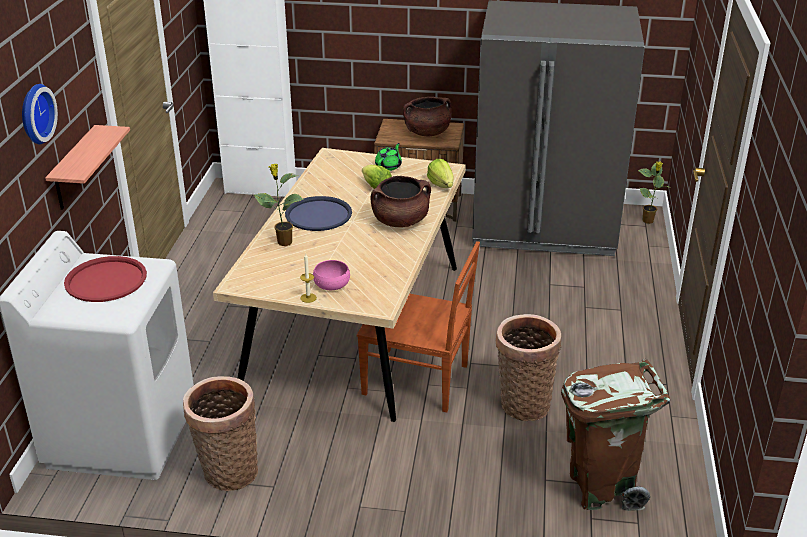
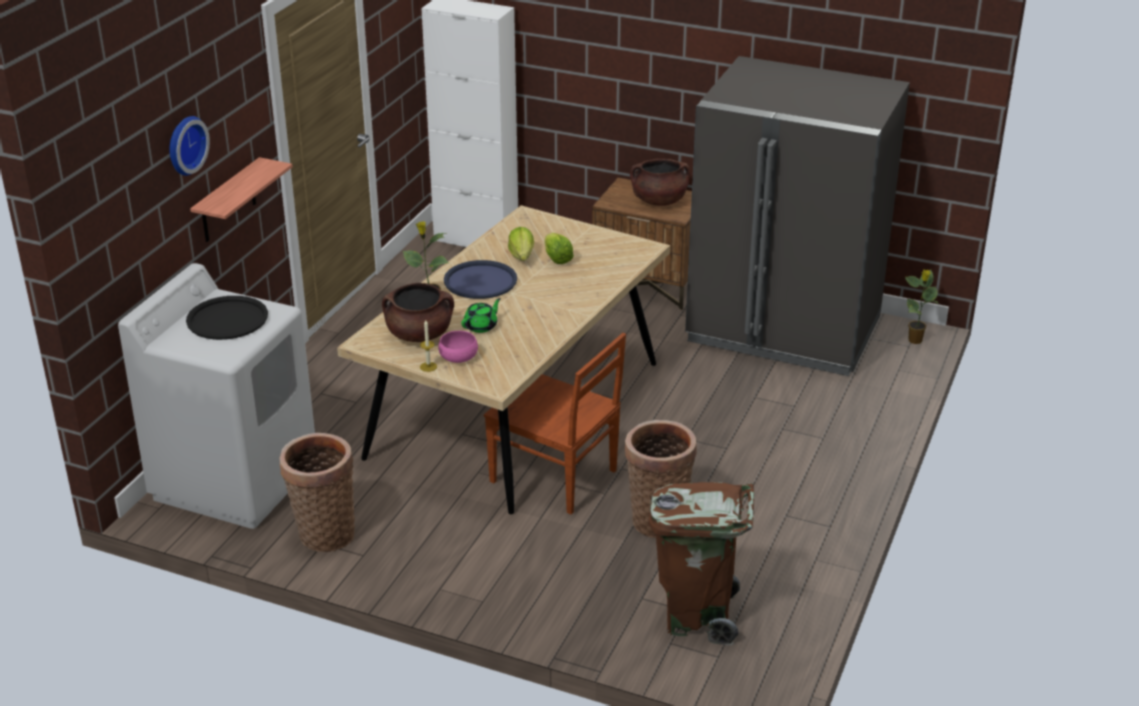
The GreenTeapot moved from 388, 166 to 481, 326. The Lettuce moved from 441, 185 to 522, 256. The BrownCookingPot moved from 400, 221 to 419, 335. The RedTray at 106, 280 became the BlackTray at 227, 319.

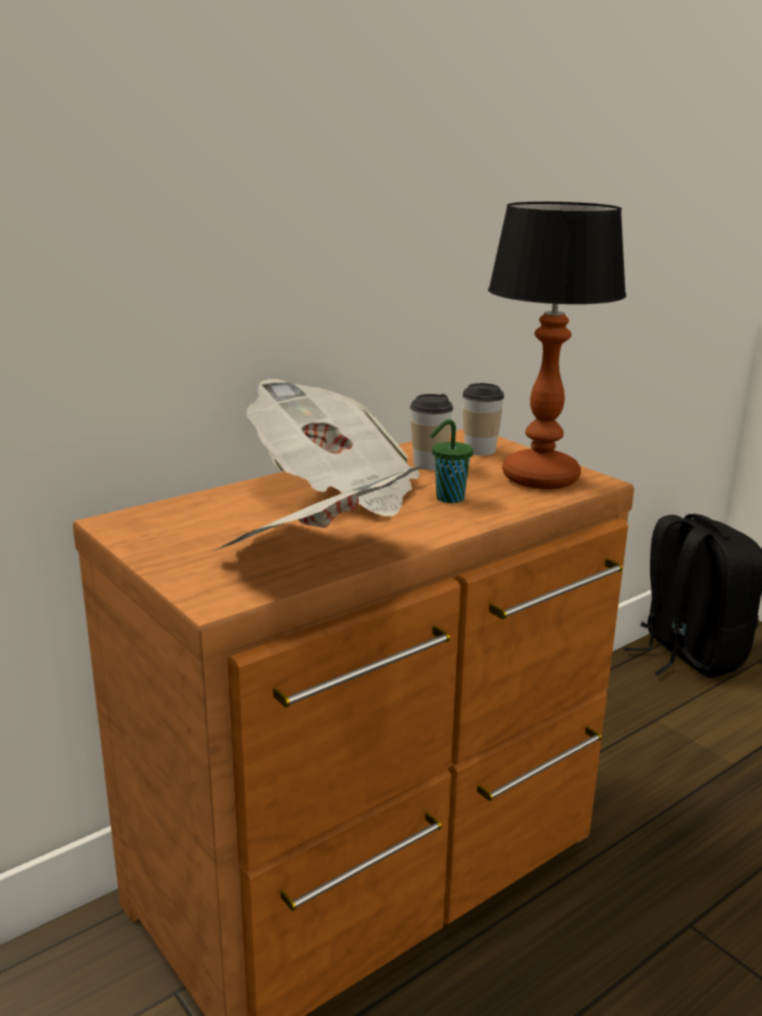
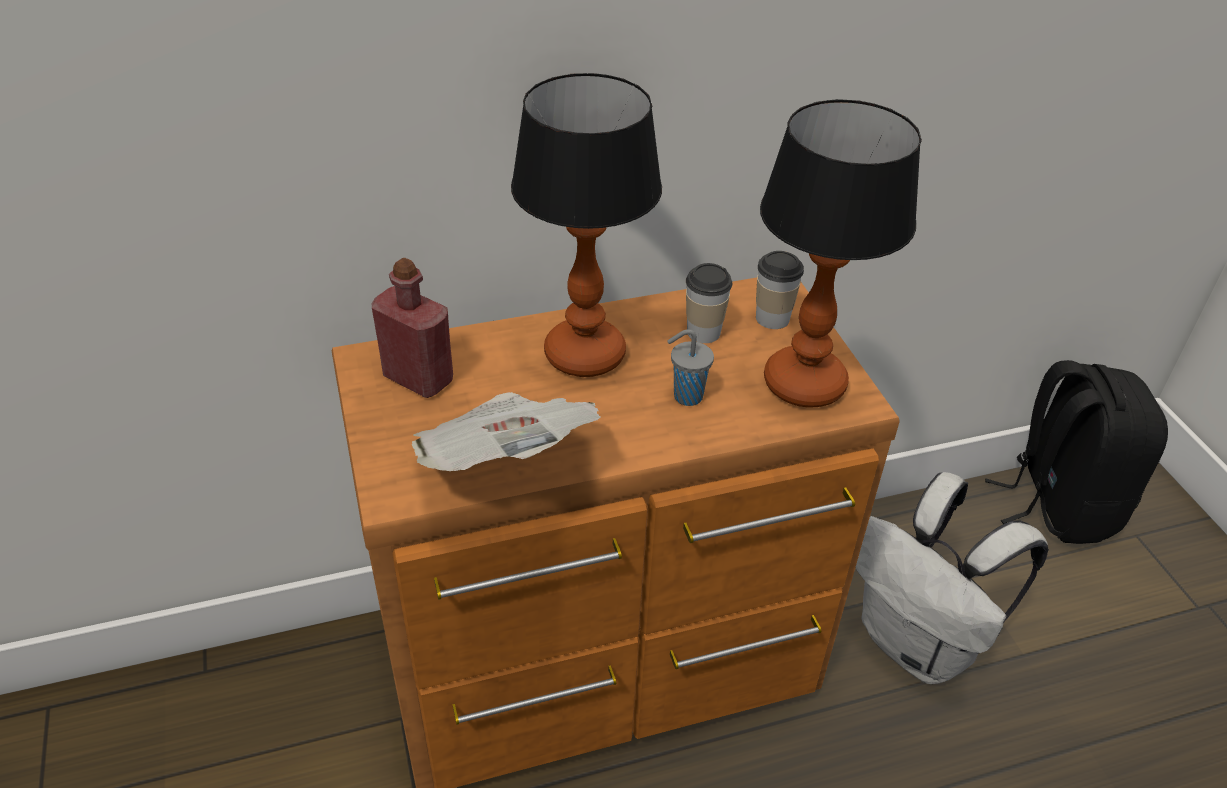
The Newspaper at 336, 489 was replaced by the TableLamp at 586, 355. The GreenCup at 448, 498 became the GreyCup at 686, 396. The RedBottle at 418, 378 appeared. The WhiteBackpack at 919, 644 appeared.

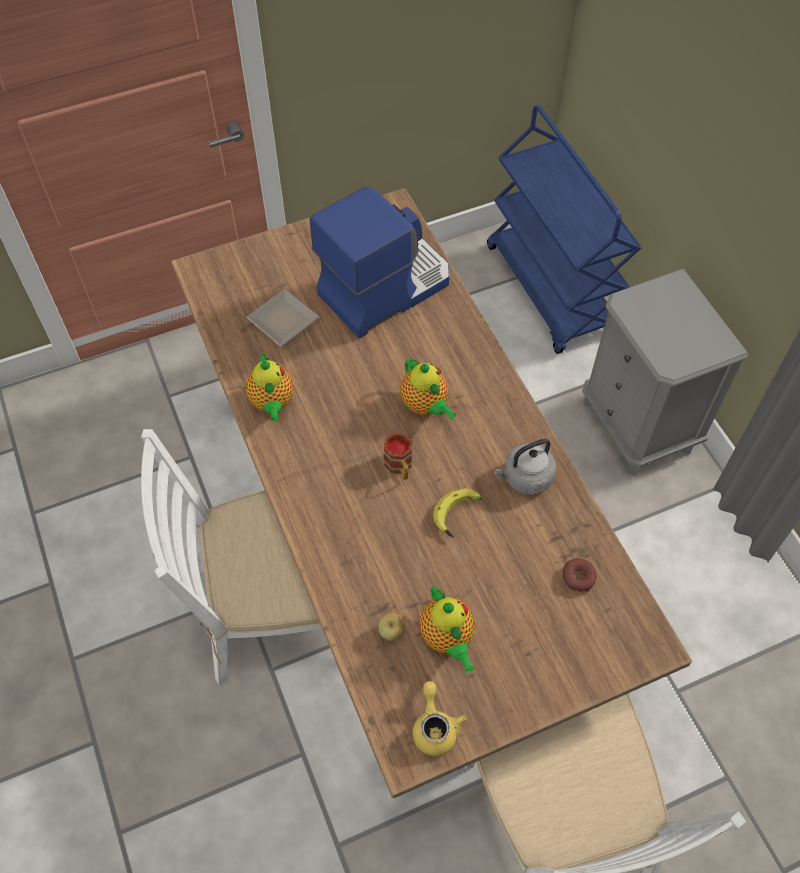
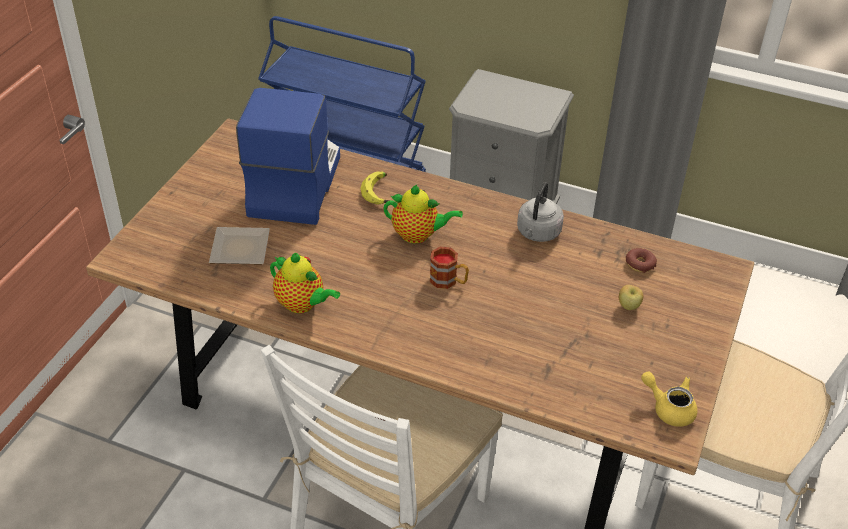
The Banana moved from 459, 515 to 380, 192. The Teapot at 447, 638 disappeared. The Apple moved from 392, 632 to 628, 306.

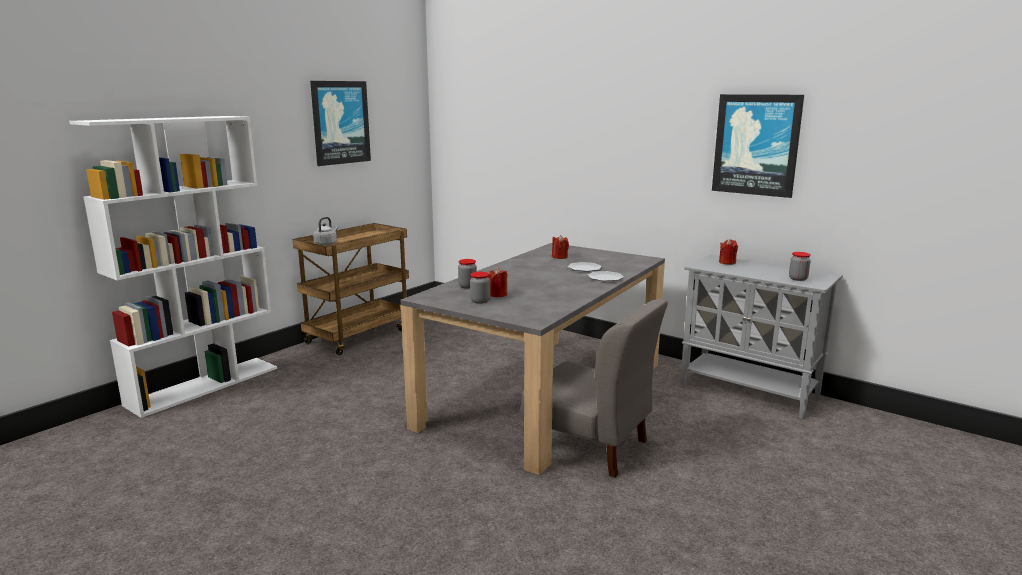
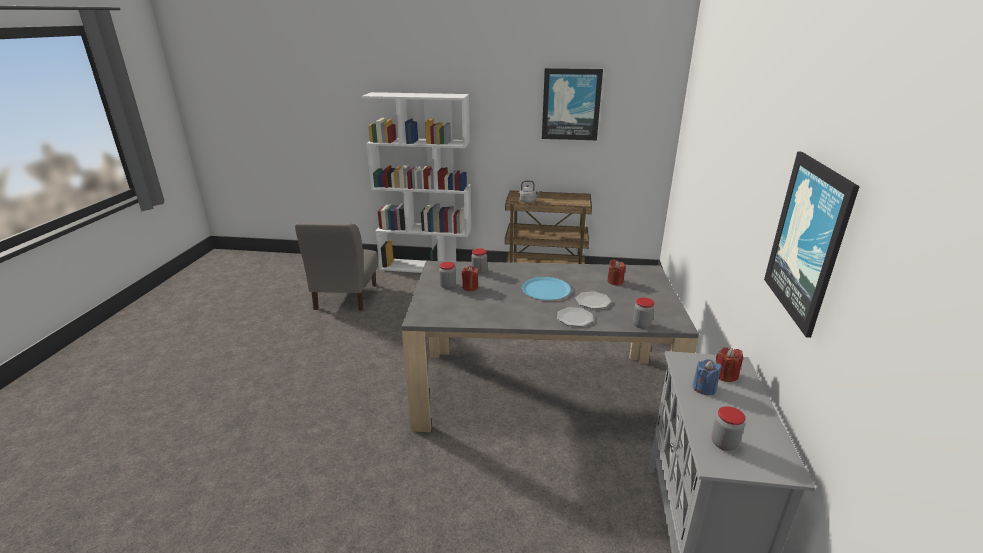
The GreyChair moved from 590, 445 to 345, 297. The BluePlate at 546, 290 appeared. The Jar at 641, 325 appeared. The BlueCandle at 704, 388 appeared.

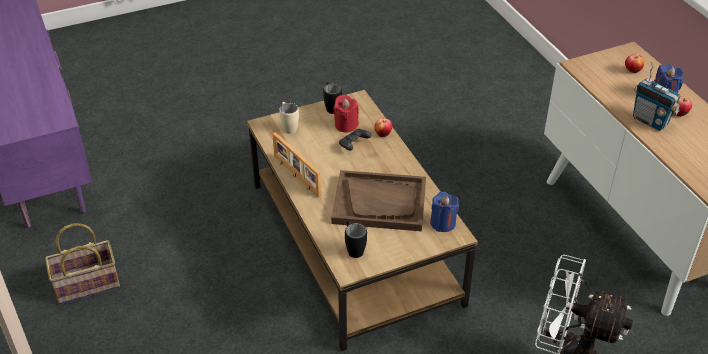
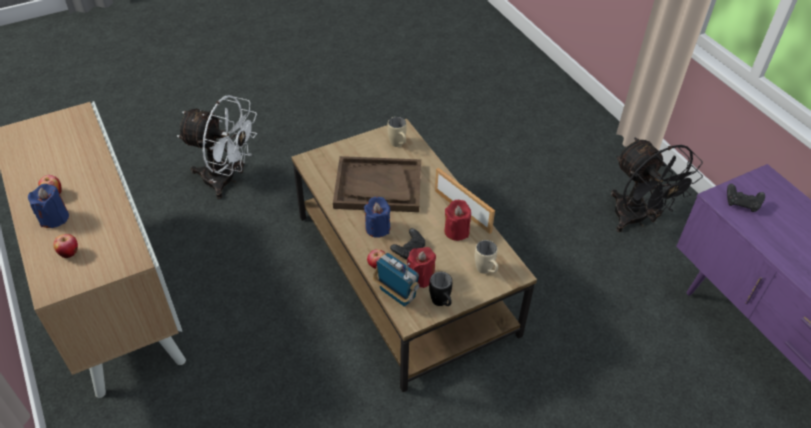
The Radio moved from 650, 121 to 396, 294. The BlueCandle moved from 443, 223 to 377, 228. The BlackMug at 353, 248 became the BeigeMug at 398, 145. The Basket at 85, 286 was replaced by the BlackFan at 636, 220. The BlackGameController at 742, 204 appeared. The RedCandle at 456, 231 appeared.

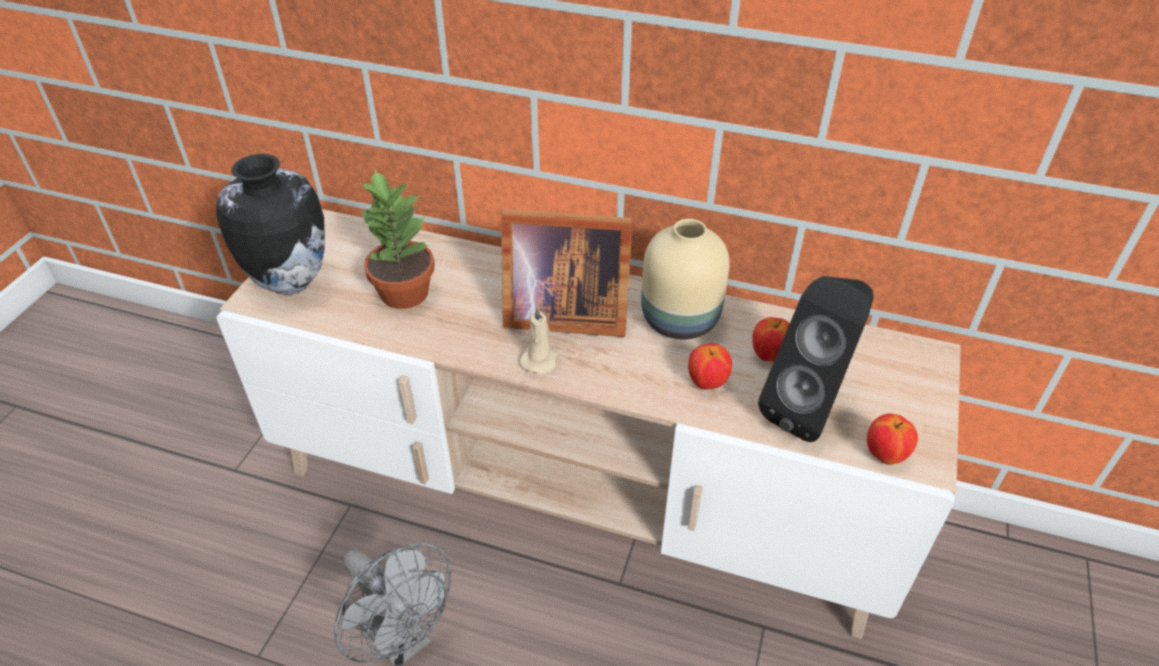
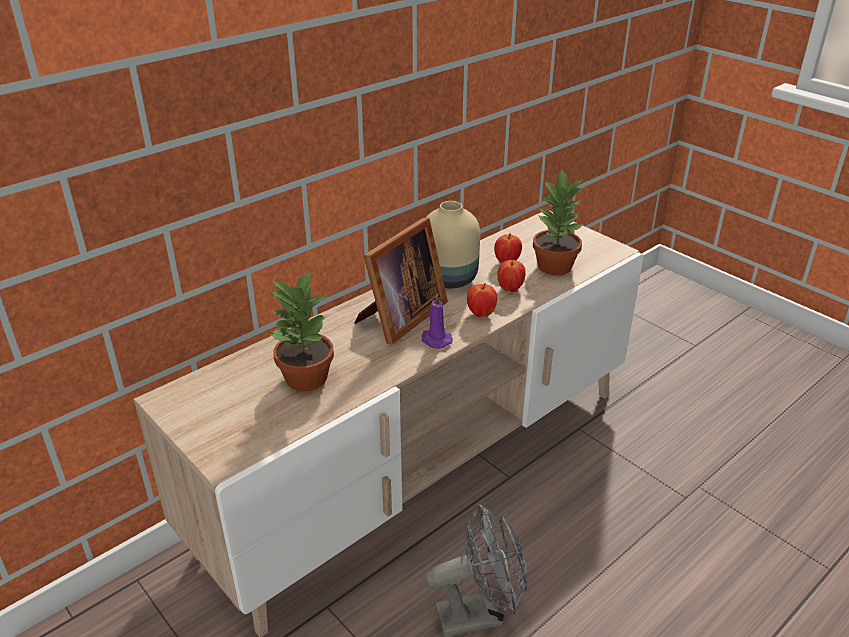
The Vase at 289, 282 disappeared. The BlackSpeaker at 808, 408 was replaced by the PottedPlant at 555, 266. The BeigeCandle at 540, 359 became the PurpleCandle at 435, 340. The Apple moved from 884, 455 to 481, 314.

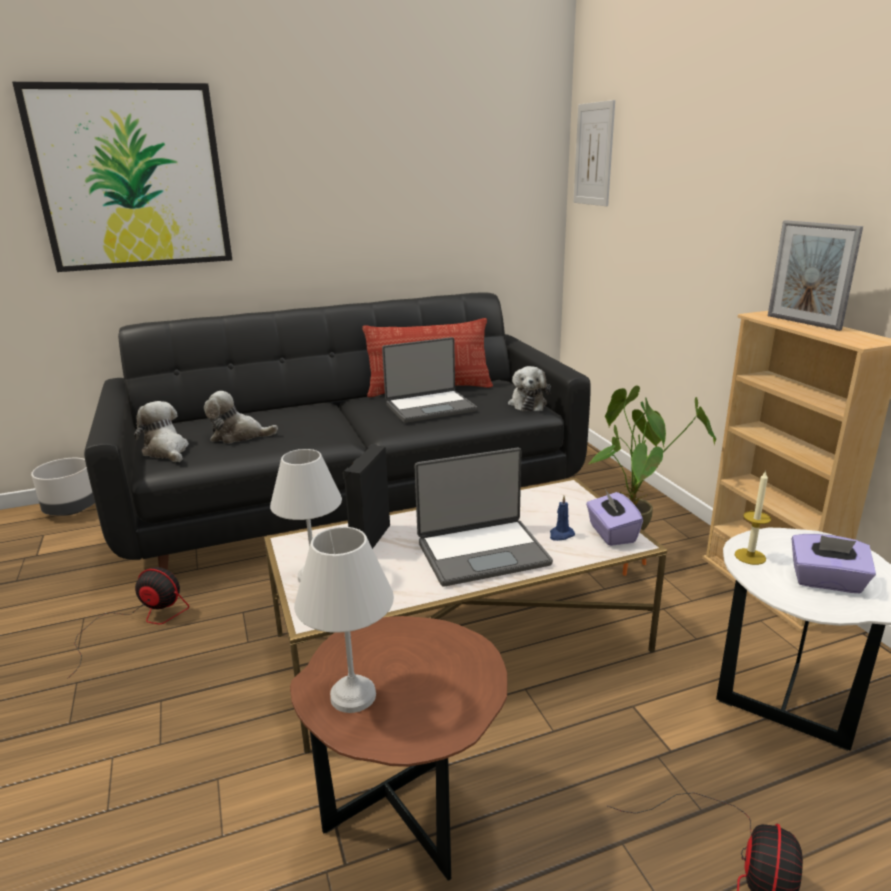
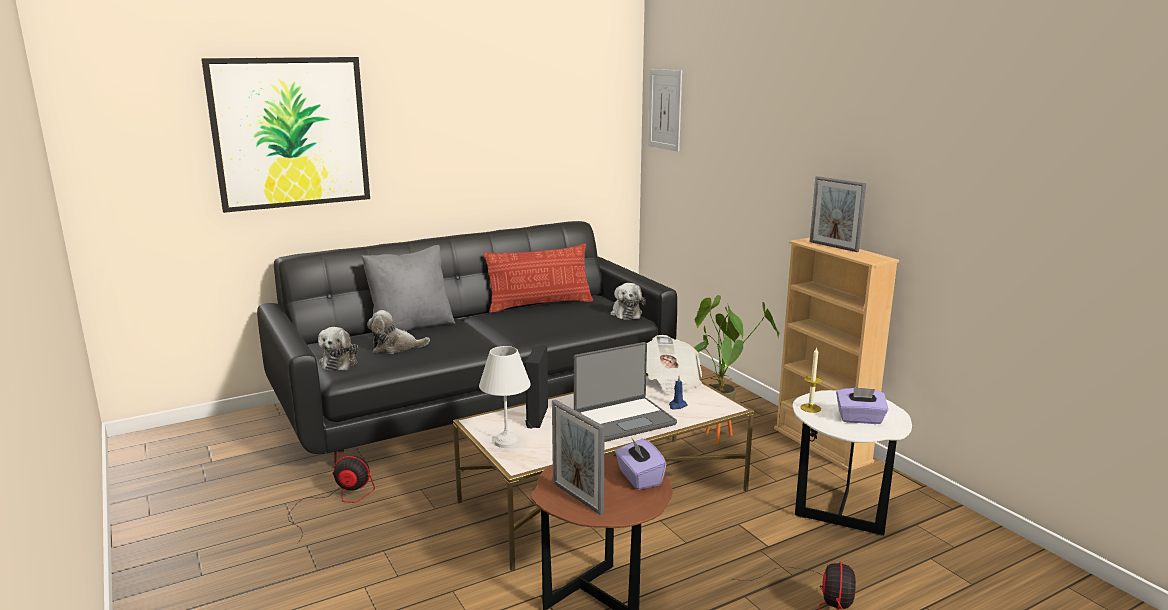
The Laptop at 430, 407 disappeared. The PlushToy at 166, 451 turned 135 degrees counterclockwise. The GreyPlanter at 72, 509 disappeared. The PurpleTissueBox moved from 611, 533 to 639, 478. The WhiteTableLamp at 355, 696 was replaced by the PictureFrame at 577, 498. The GreyPillow at 411, 327 appeared. The Newspaper at 670, 381 appeared.

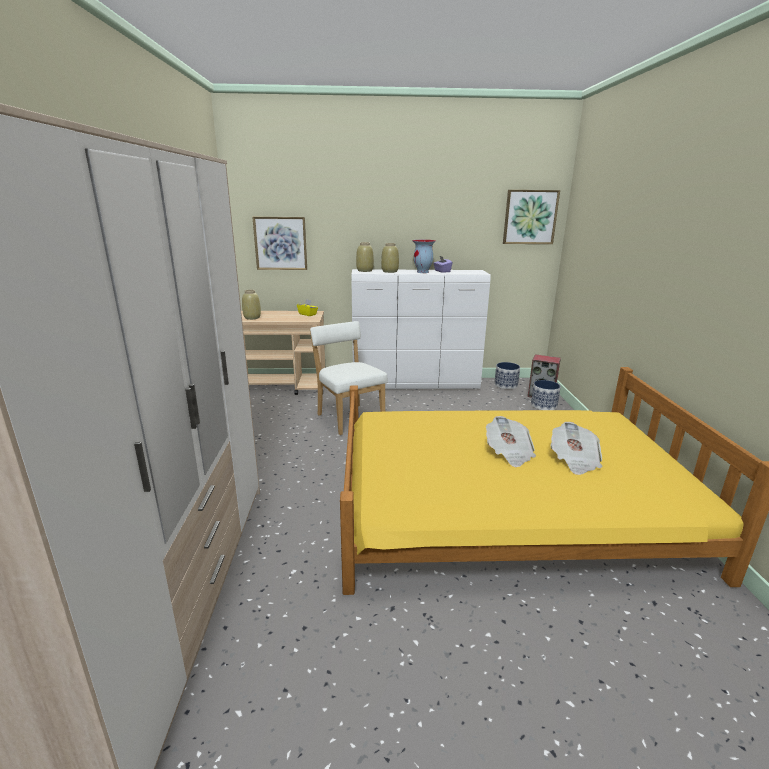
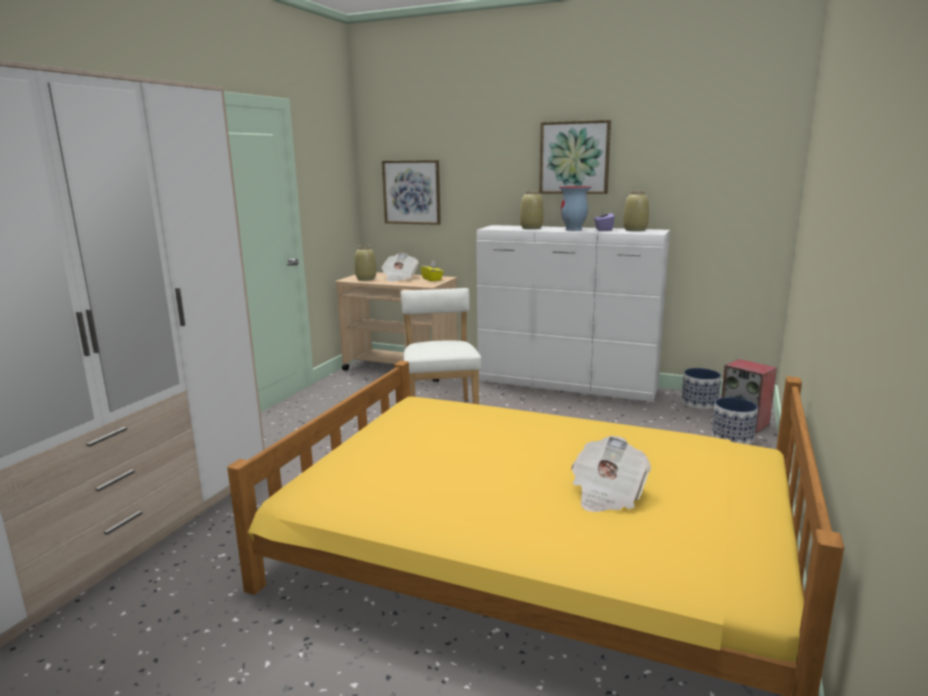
The Picture moved from 530, 217 to 574, 157. The BeigeVase moved from 365, 271 to 635, 230. The Newspaper moved from 509, 453 to 399, 278.

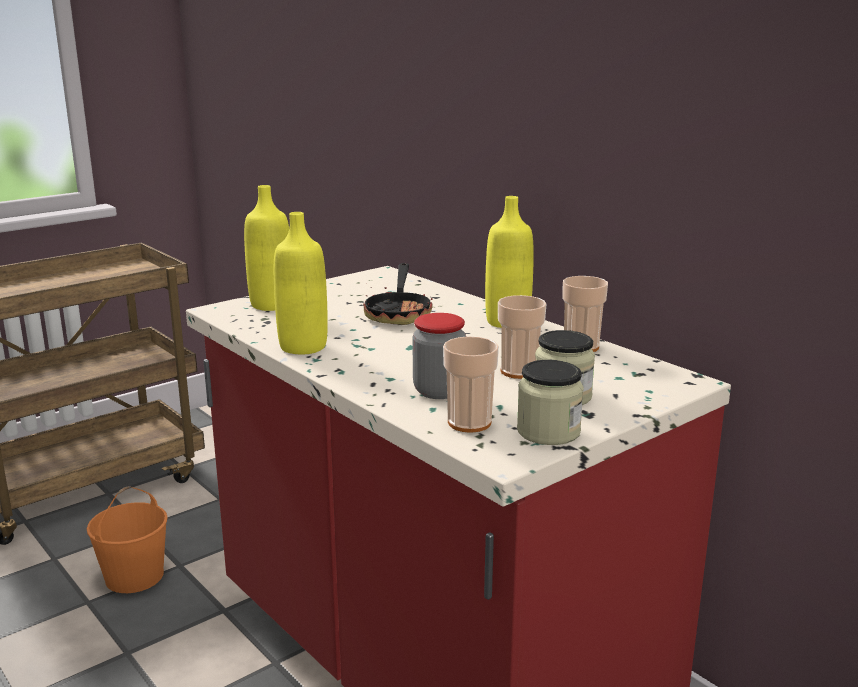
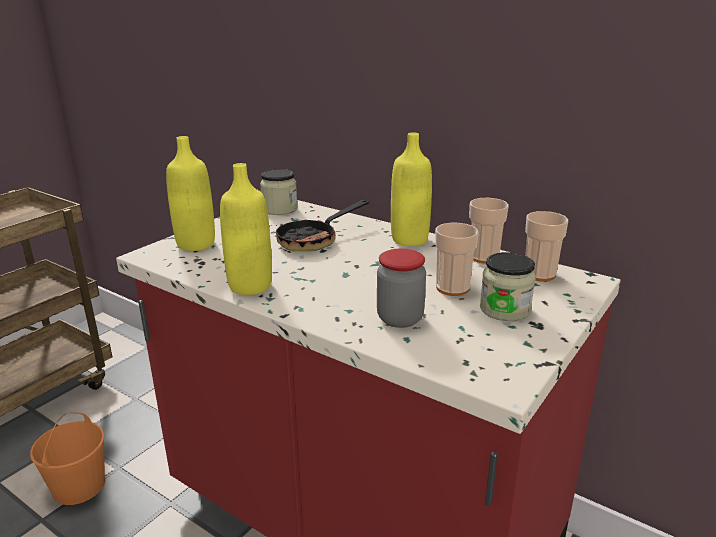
The FryingPan at 399, 313 turned 60 degrees clockwise. The Cup moved from 469, 423 to 539, 274. The Jar moved from 548, 432 to 279, 209.

